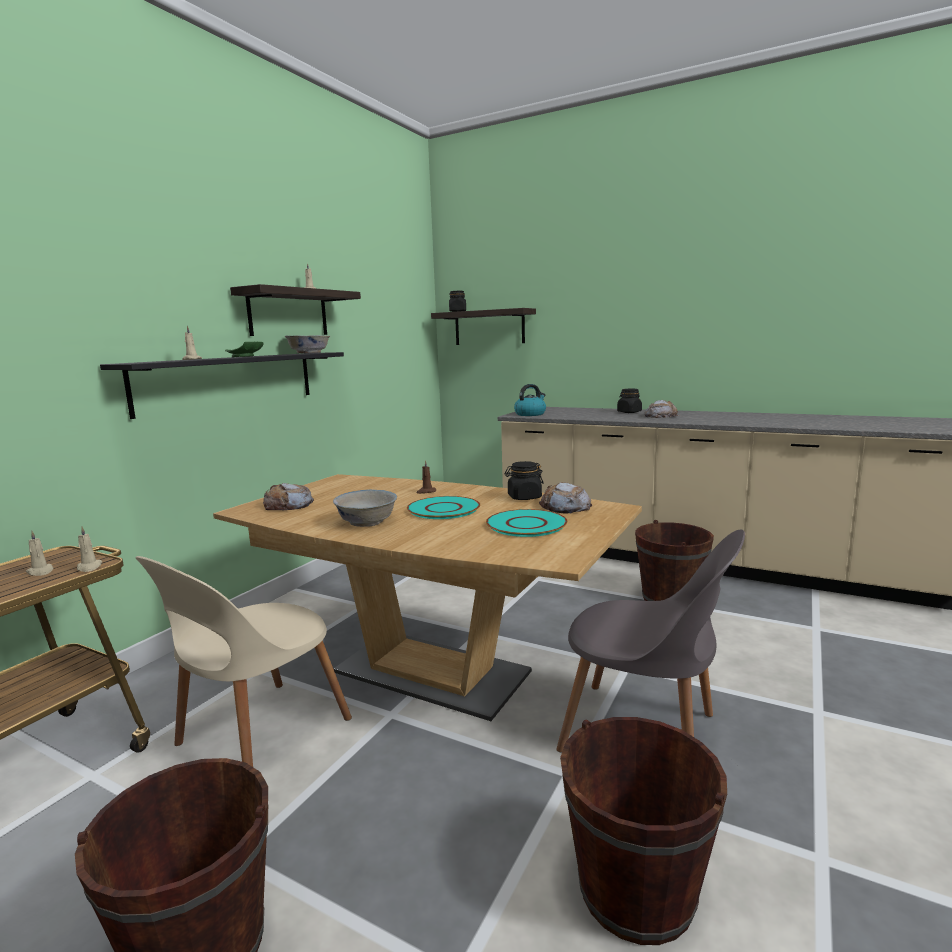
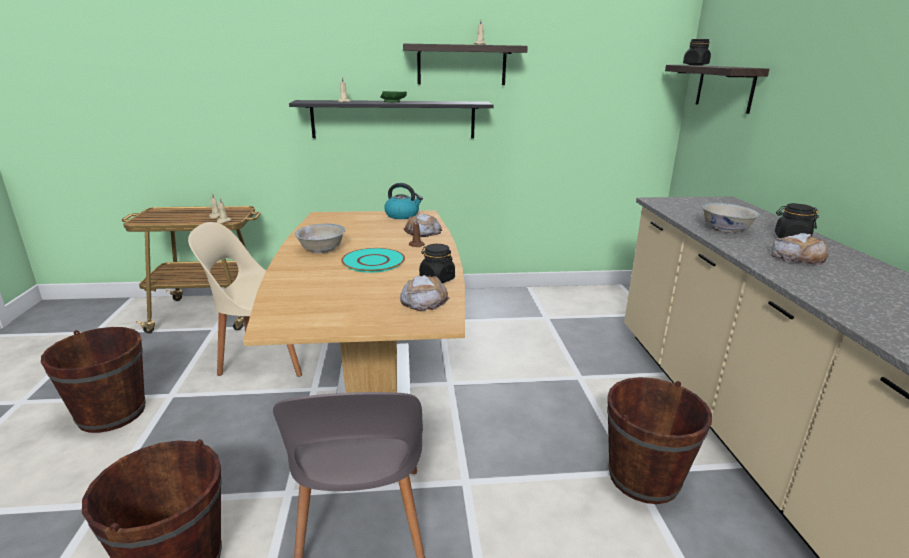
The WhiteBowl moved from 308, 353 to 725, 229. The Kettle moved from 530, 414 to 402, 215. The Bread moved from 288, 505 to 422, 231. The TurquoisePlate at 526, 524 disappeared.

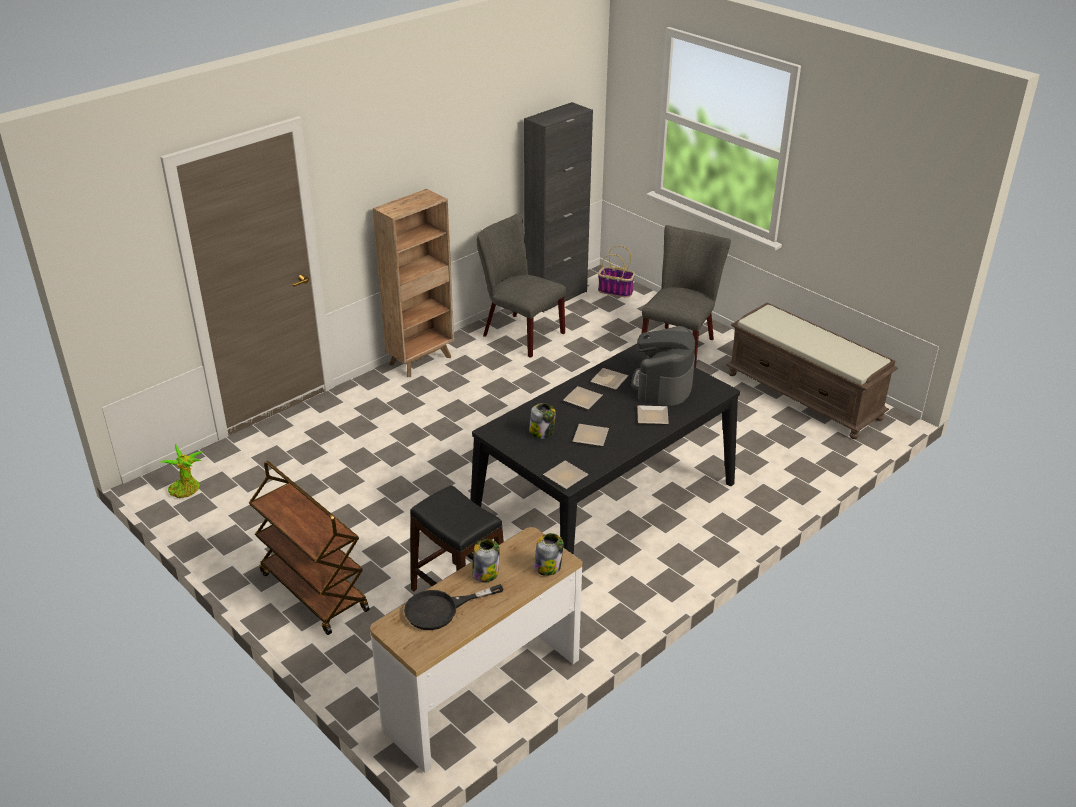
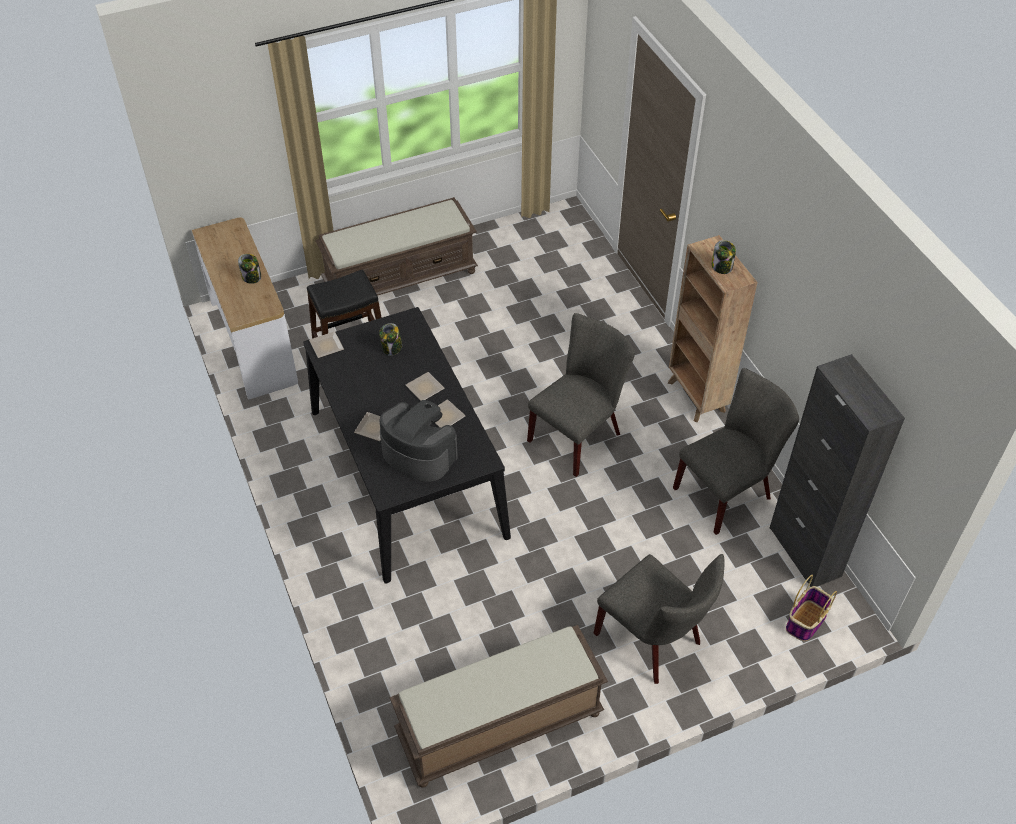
The Plate at 589, 437 disappeared. The PottedPlant at 186, 490 disappeared. The BrownCart at 313, 591 was replaced by the BrownBench at 400, 277. The Jar moved from 548, 566 to 722, 267. The BlackFryingPan at 441, 609 disappeared. The GreyChair at 579, 434 appeared.

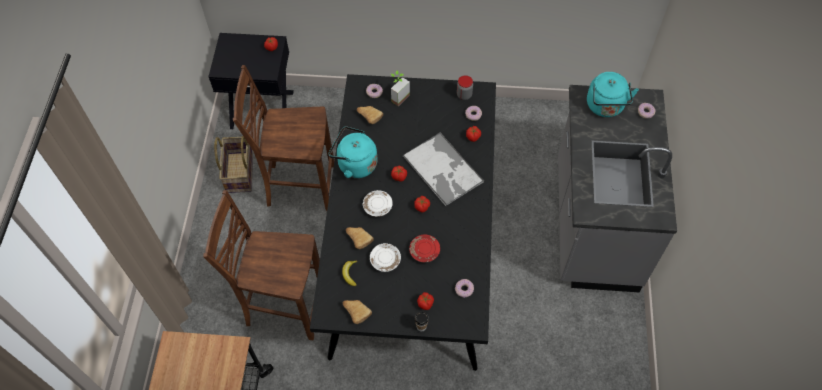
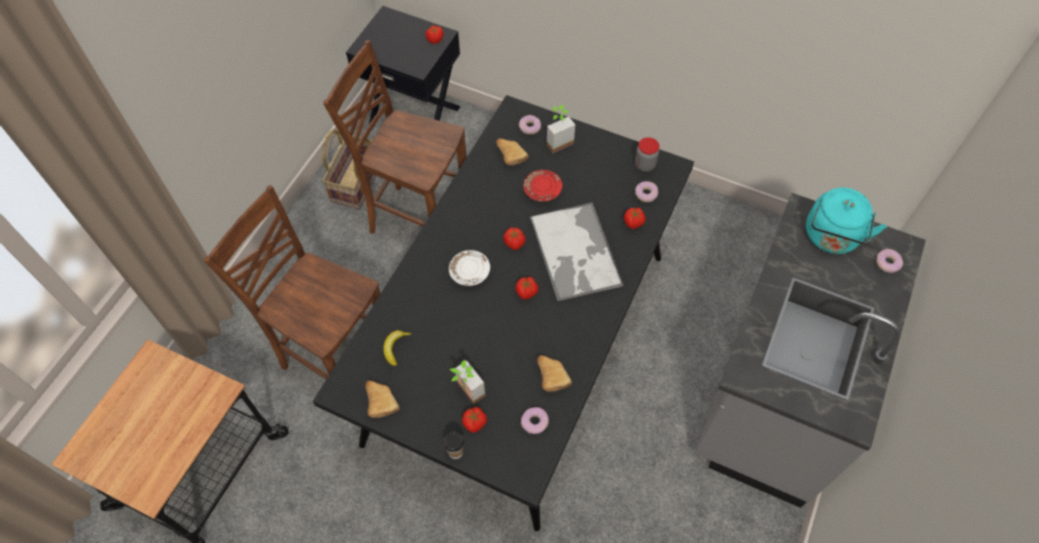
The TurquoiseKettle at 355, 164 disappeared. The Bread moved from 358, 238 to 551, 375. The RedPlate moved from 424, 251 to 542, 190. The WhitePlate at 385, 260 disappeared. The PottedPlant at 465, 392 appeared.

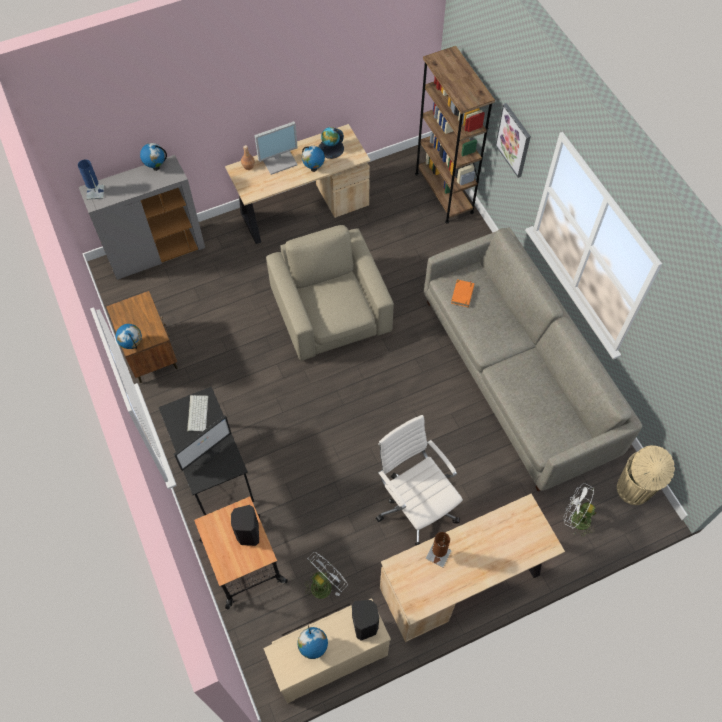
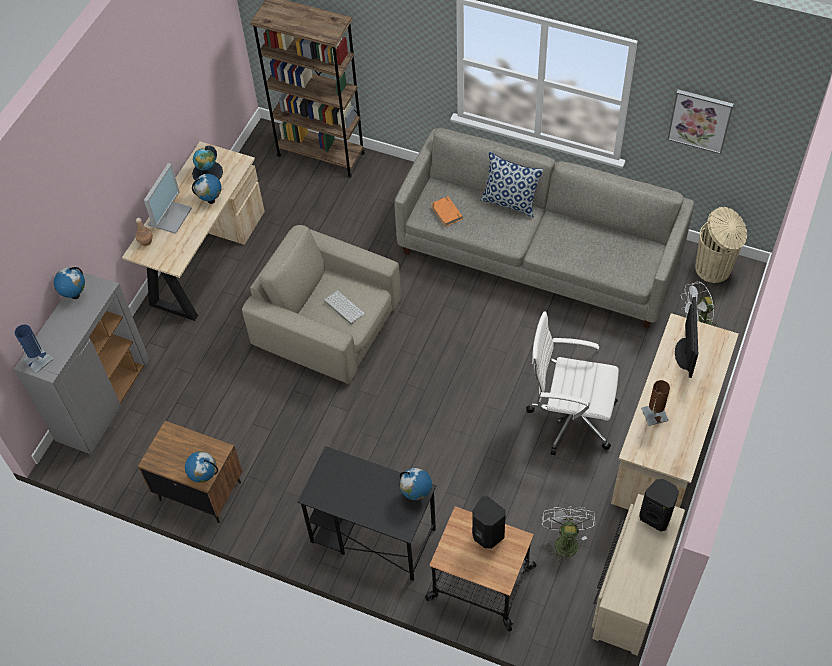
The Picture moved from 514, 140 to 700, 120. The Keyboard moved from 197, 413 to 343, 307. The Monitor moved from 206, 452 to 685, 353. The Globe moved from 313, 647 to 416, 494. The Pillow at 510, 202 appeared.

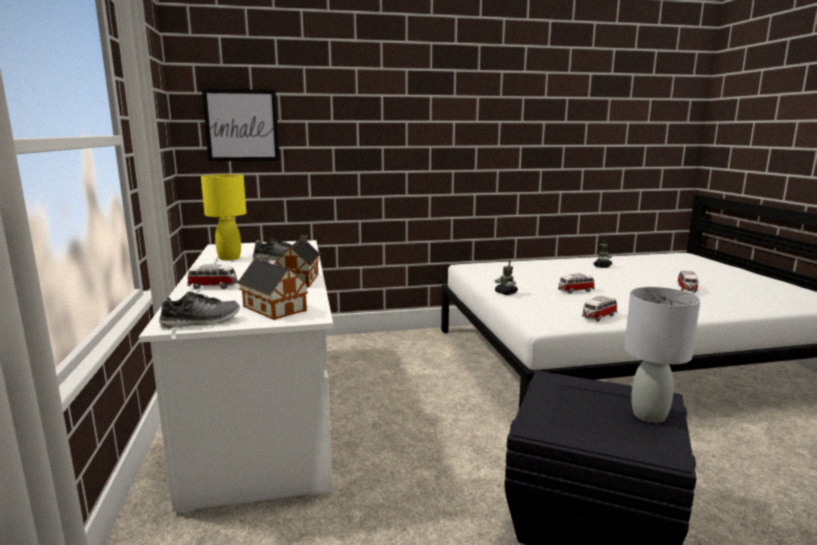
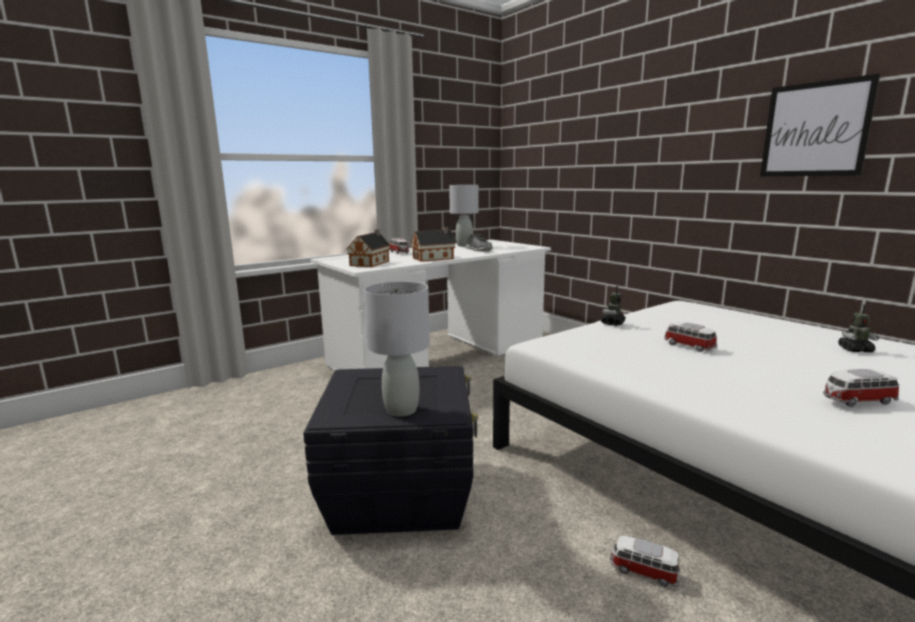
The Picture moved from 242, 125 to 815, 129. The YellowTableLamp at 229, 258 became the GreyTableLamp at 464, 245. The Shoe at 201, 322 disappeared. The ToyCar moved from 598, 317 to 643, 571.

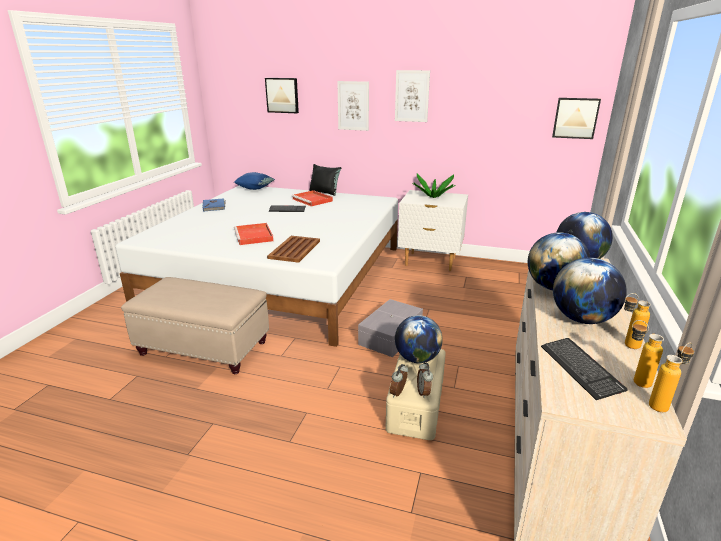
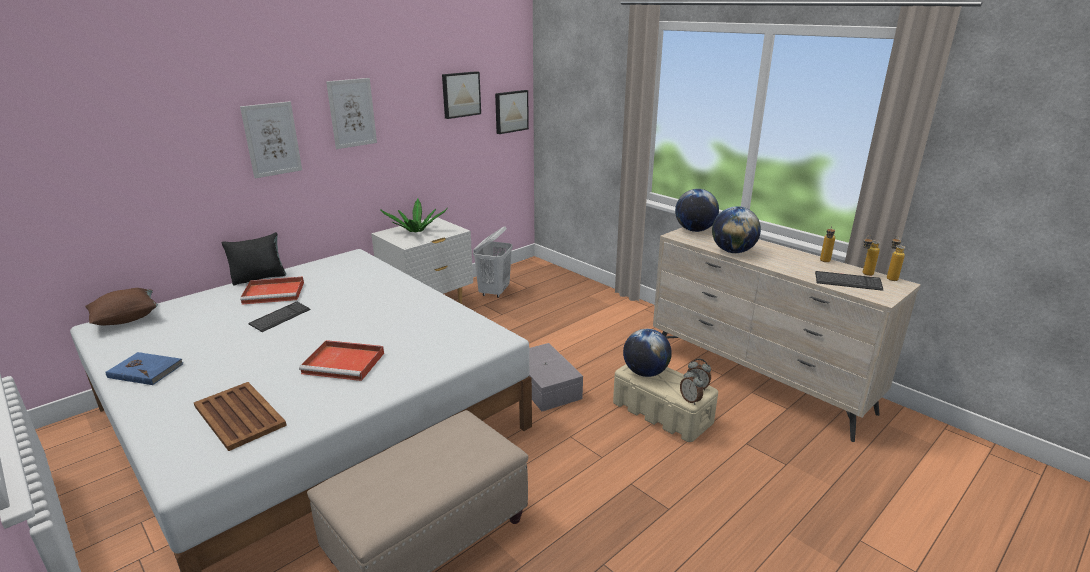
The Picture moved from 282, 95 to 460, 94. The BluePillow at 255, 188 became the BrownPillow at 126, 319. The BrownTray moved from 295, 249 to 239, 415. The Globe at 582, 319 disappeared. The WhiteLaundryBasket at 494, 292 appeared.

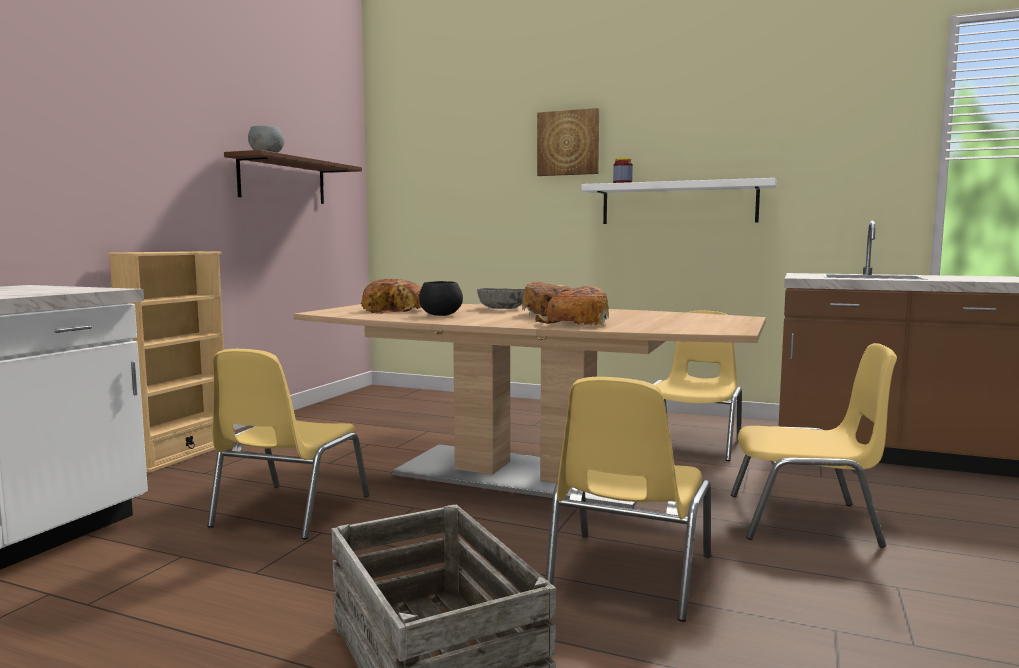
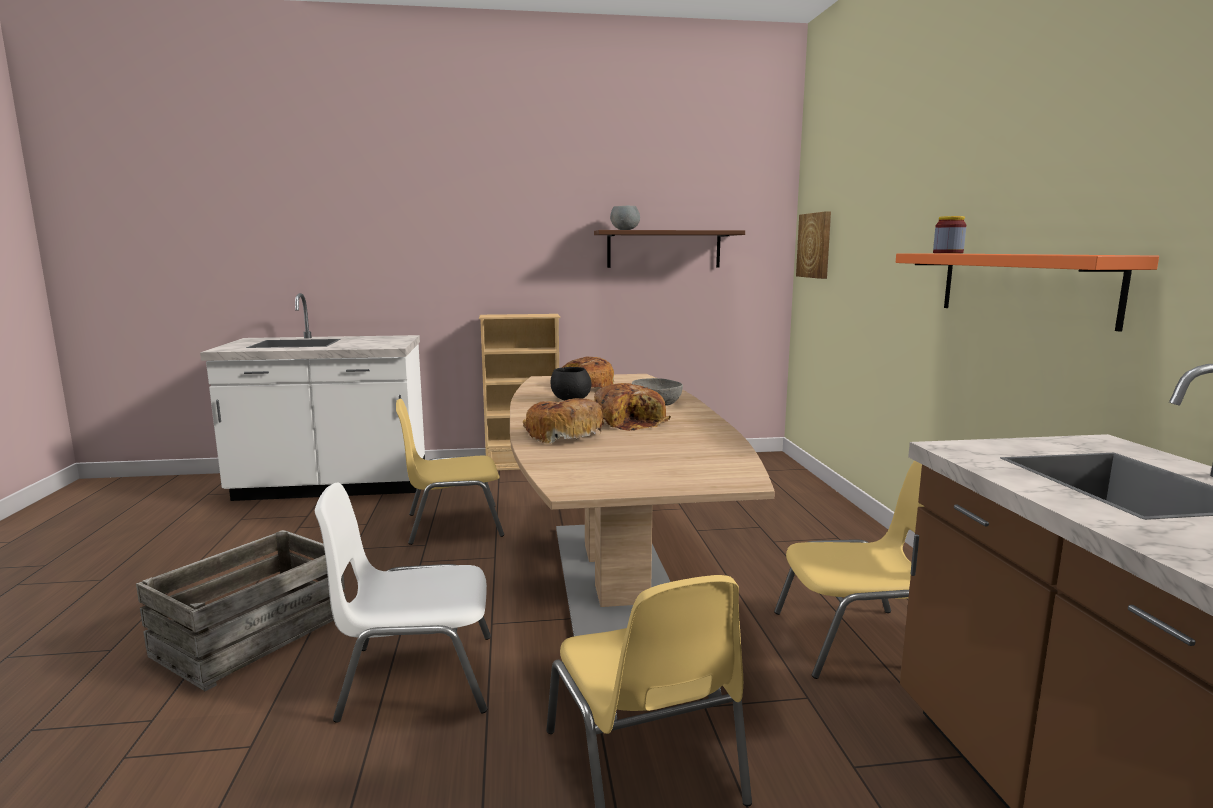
The Picture moved from 568, 143 to 815, 245. The WhiteShelf at 678, 203 became the OrangeShelf at 1022, 286. The YellowChair at 628, 575 became the WhiteChair at 416, 677.

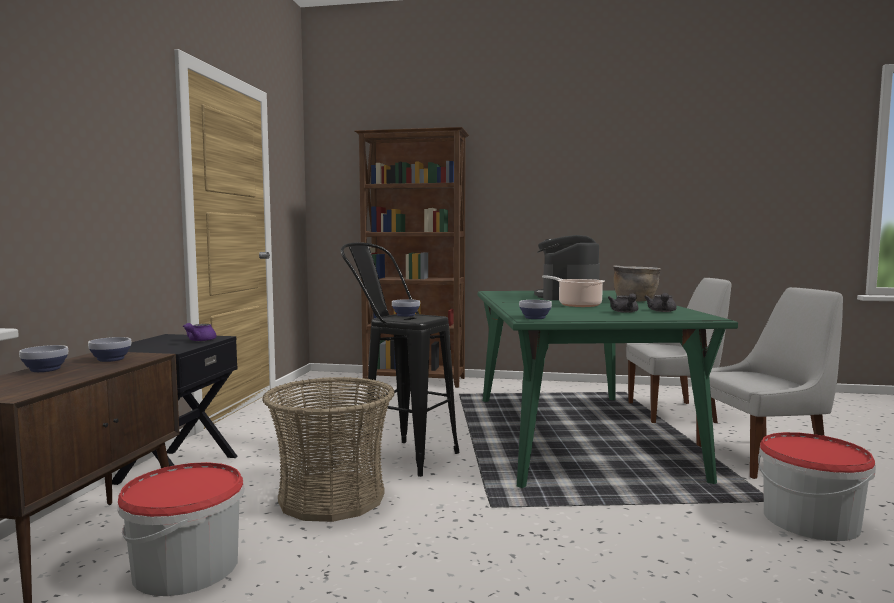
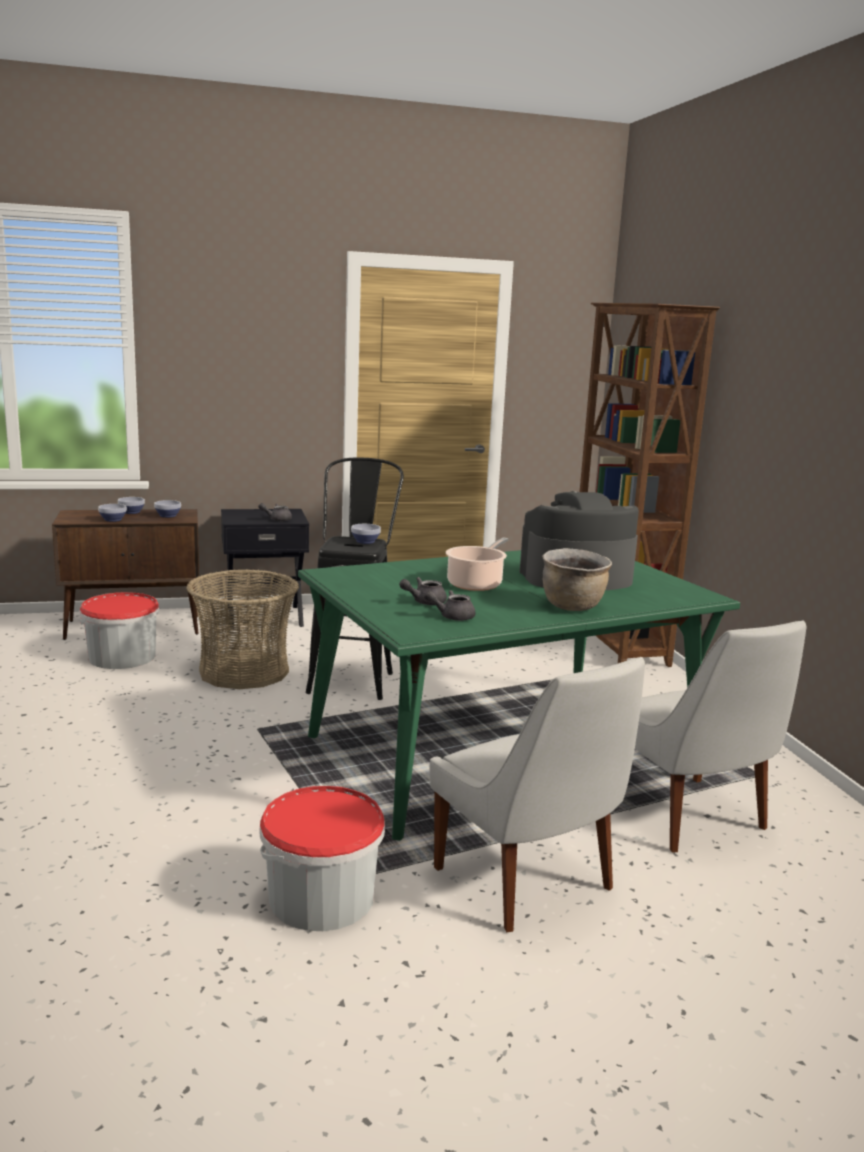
The Bowl moved from 535, 318 to 113, 520. The PurpleTeapot at 199, 341 became the GreyTeapot at 277, 519.

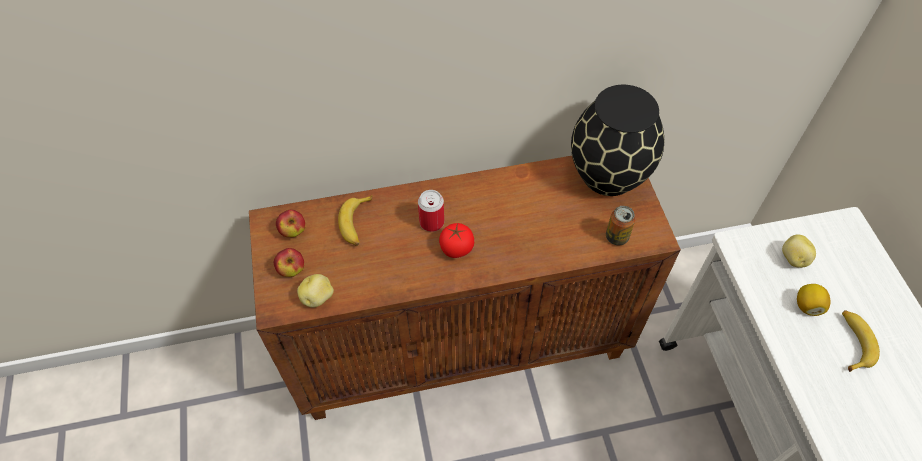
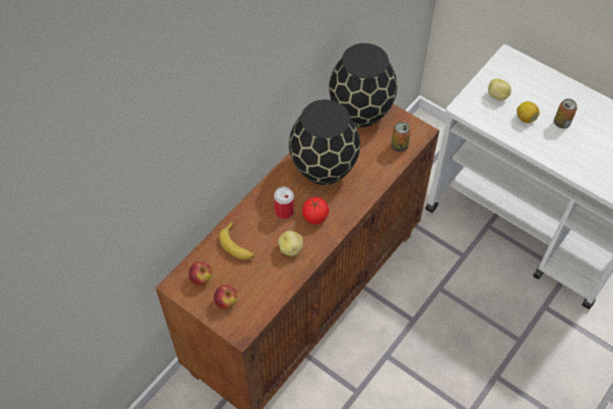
The Potato moved from 318, 297 to 291, 248. The Banana at 852, 342 was replaced by the Can at 561, 123. The BlackVase at 323, 168 appeared.

